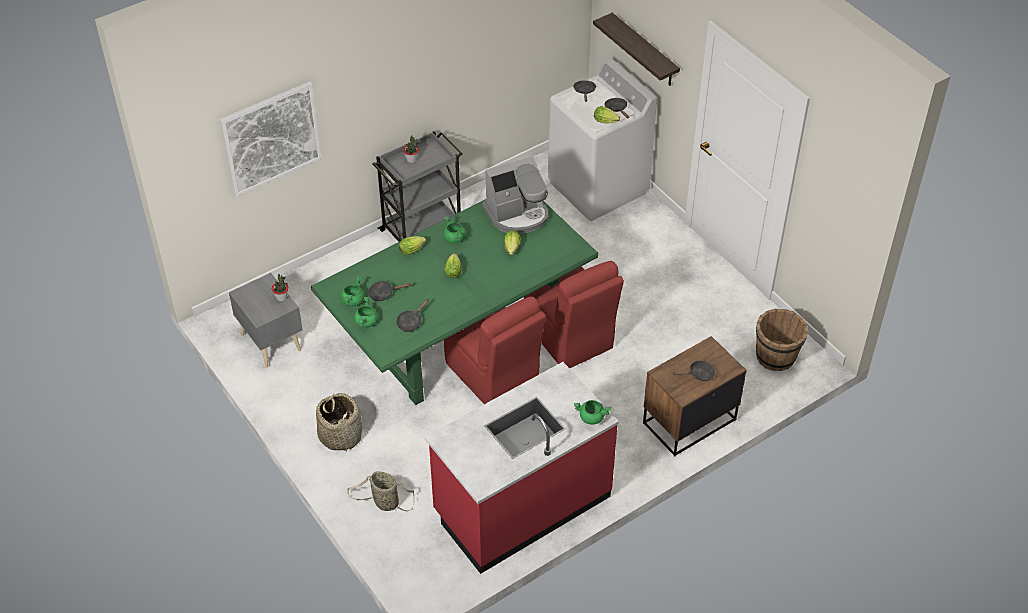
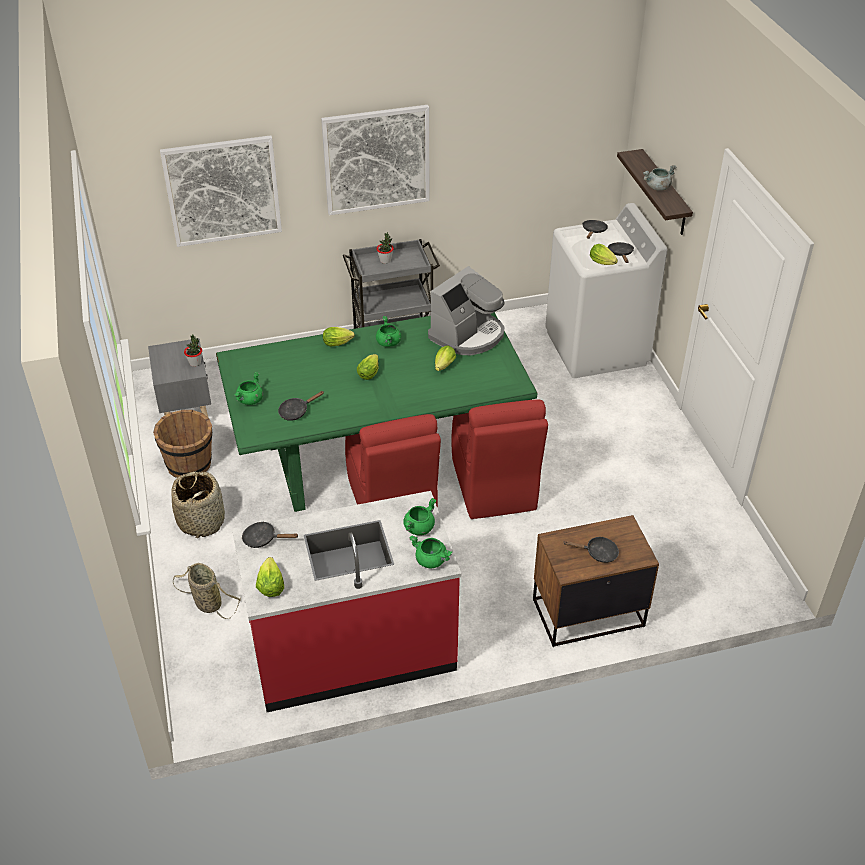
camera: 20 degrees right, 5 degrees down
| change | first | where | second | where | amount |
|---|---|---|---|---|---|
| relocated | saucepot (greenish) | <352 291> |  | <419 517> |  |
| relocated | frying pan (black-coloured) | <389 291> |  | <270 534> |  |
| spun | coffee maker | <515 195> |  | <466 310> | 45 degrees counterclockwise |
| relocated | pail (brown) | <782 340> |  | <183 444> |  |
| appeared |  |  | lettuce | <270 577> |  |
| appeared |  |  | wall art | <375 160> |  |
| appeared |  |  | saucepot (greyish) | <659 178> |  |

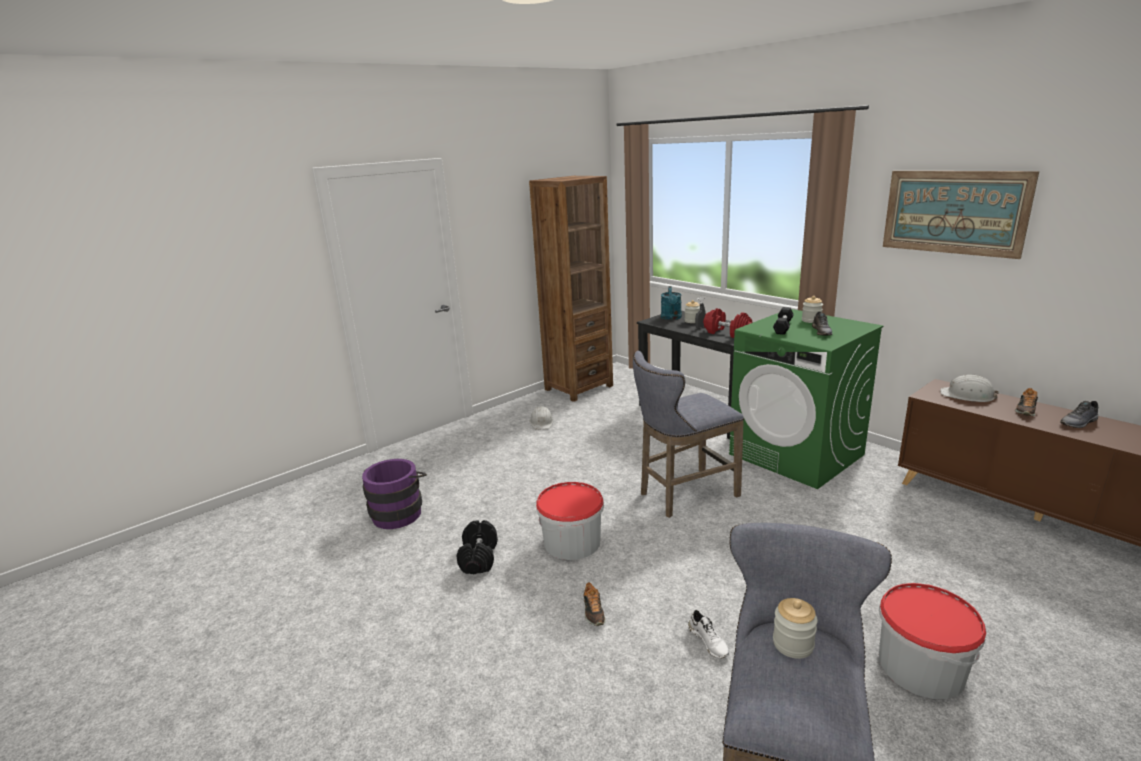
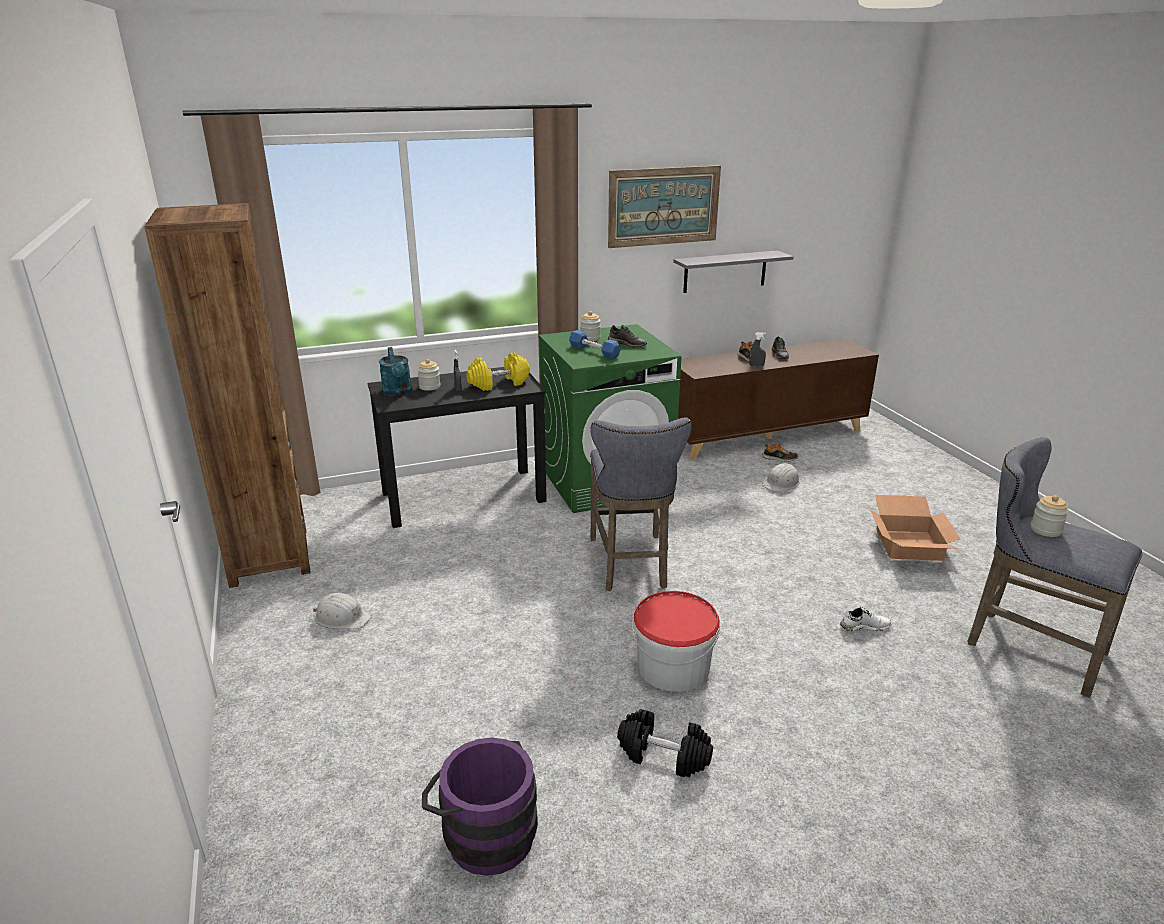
camera: 70 degrees left, 5 degrees up
| change | first | where | second | where | amount |
|---|---|---|---|---|---|
| relocated | low shoe | <594 604> |  | <780 452> |  |
| spun | watering pot (turquoise) | <671 303> |  | <395 371> | 45 degrees clockwise |
| colour | free weight (red) | <728 323> | free weight (yellow) | <498 371> |  |
| colour | free weight (black-coloured) | <783 321> | free weight (bluish) | <595 344> |  |
| exchanged | pail | <932 641> | cardboard box | <915 528> |  |
| relocated | work helmet (white-coloured) | <969 388> |  | <781 477> |  |
| appeared |  |  | shelf (greyish) | <733 271> |  |
| appeared |  |  | sprayer (greyish) | <757 349> |  |

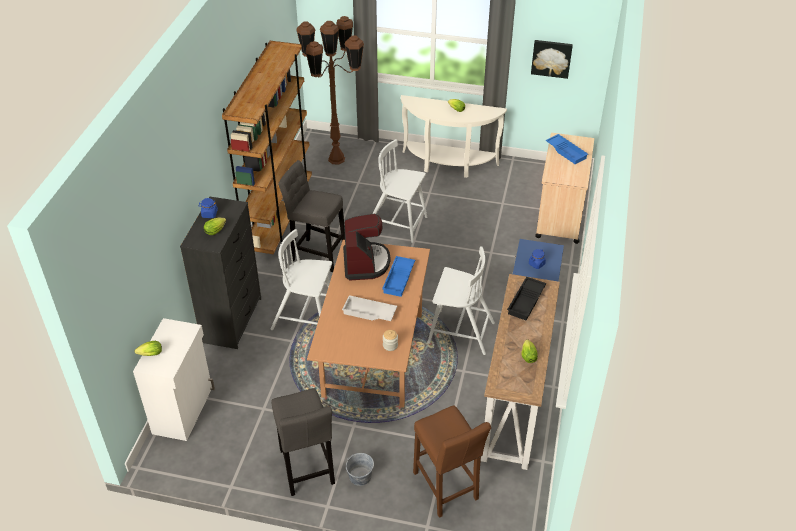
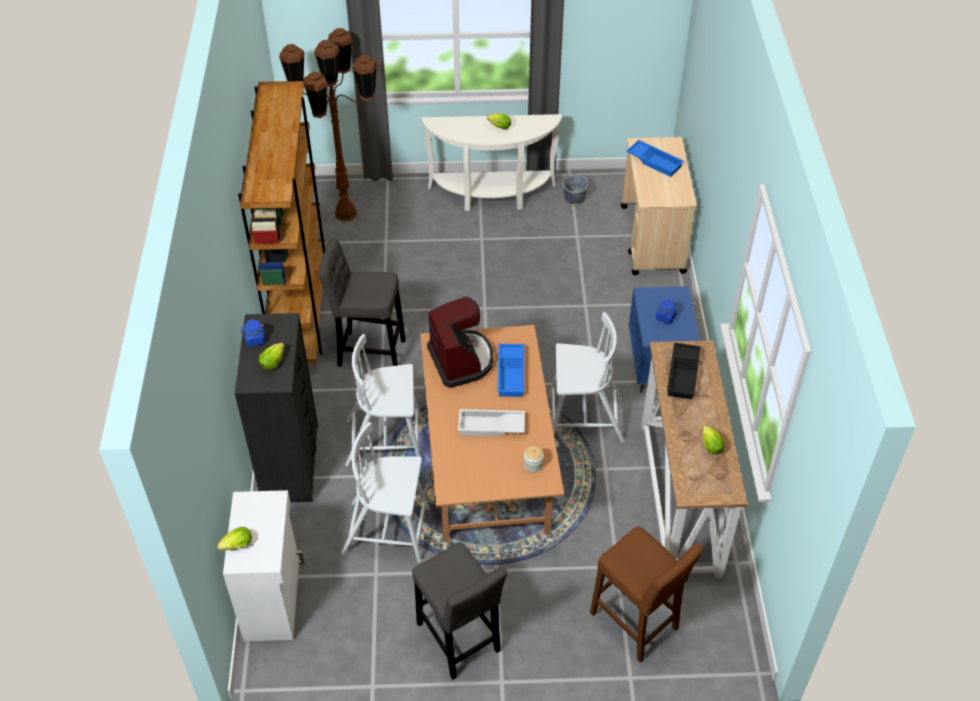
camera: 15 degrees left, 5 degrees up
| change | first | where | second | where | amount |
|---|---|---|---|---|---|
| relocated | pail (greyish) | <360 469> |  | <576 187> |  |
| relocated | plain chair (white-coloured) | <400 191> |  | <385 492> |  |
| missing | wall art | <552 59> |  |  |  |

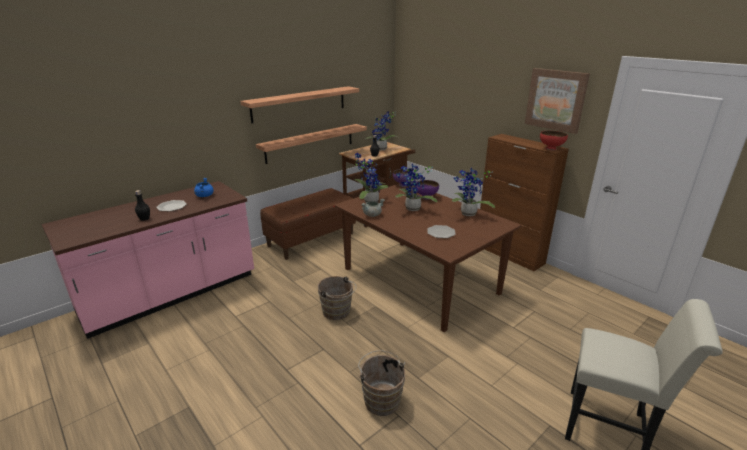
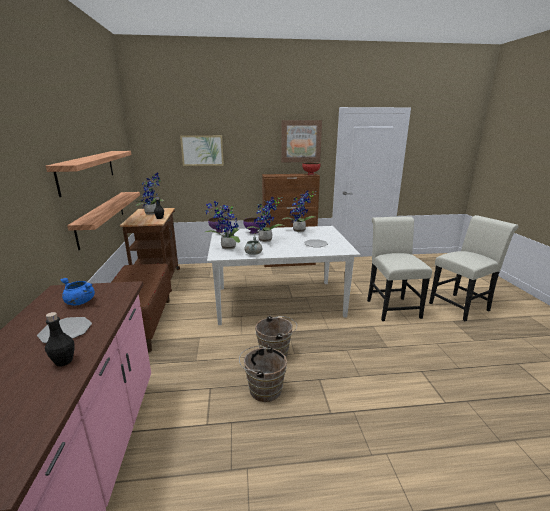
camera: 55 degrees left, 5 degrees down
| change | first | where | second | where | amount |
|---|---|---|---|---|---|
| colour | dinner table (brown) | <428 257> | dinner table (white-coloured) | <283 275> |  |
| relocated | pail (brown) | <381 383> |  | <263 373> |  |
| appeared |  |  | wall art | <202 150> |  |
| appeared |  |  | plain chair (white-coloured) | <399 268> |  |

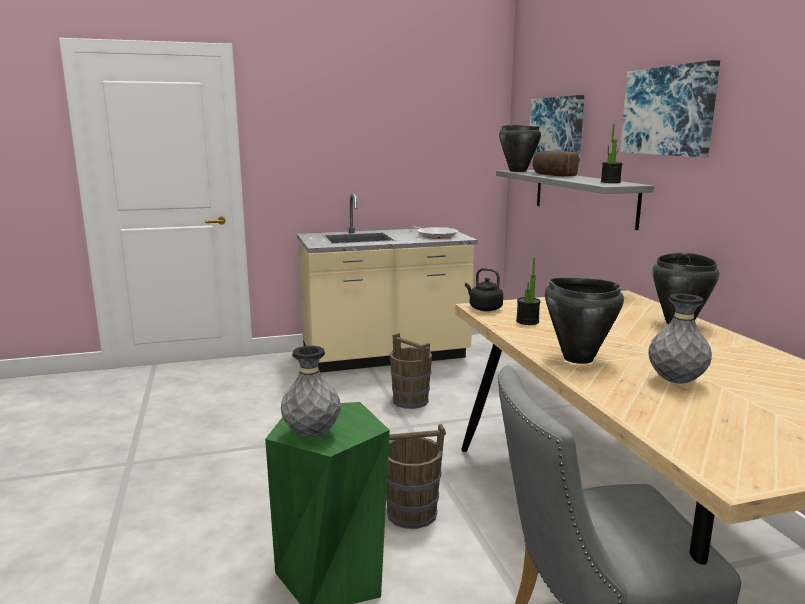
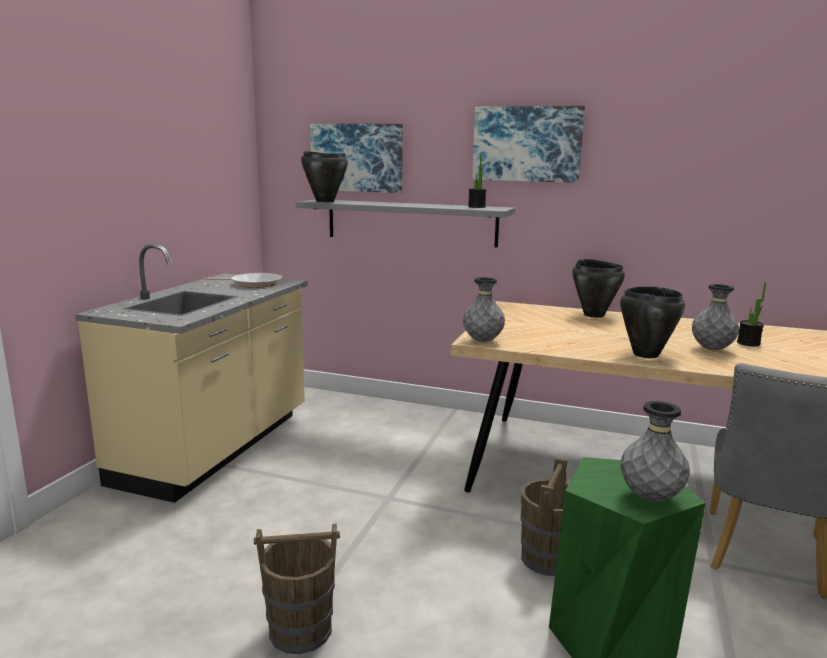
camera: 55 degrees left, 0 degrees up
| change | first | where | second | where | amount |
|---|---|---|---|---|---|
| relocated | pail (brown) | <411 371> |  | <297 589> |  |
| exchanged | water kettle (black-coloured) | <484 289> | flower vase (greyish) | <484 309> |  |
| relocated | houseplant | <528 291> |  | <751 314> |  |
| missing | baked bread | <556 163> |  |  |  |

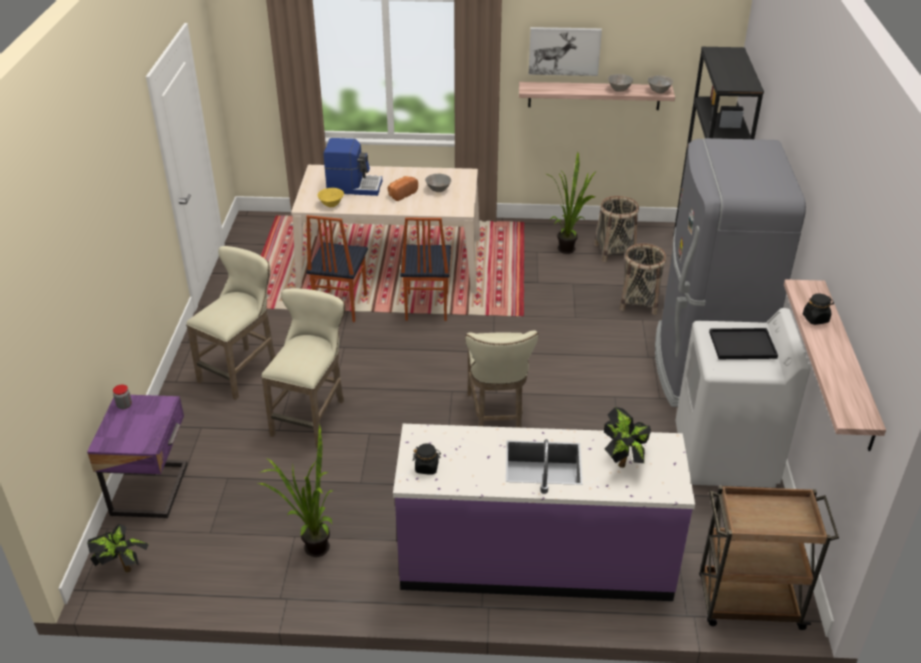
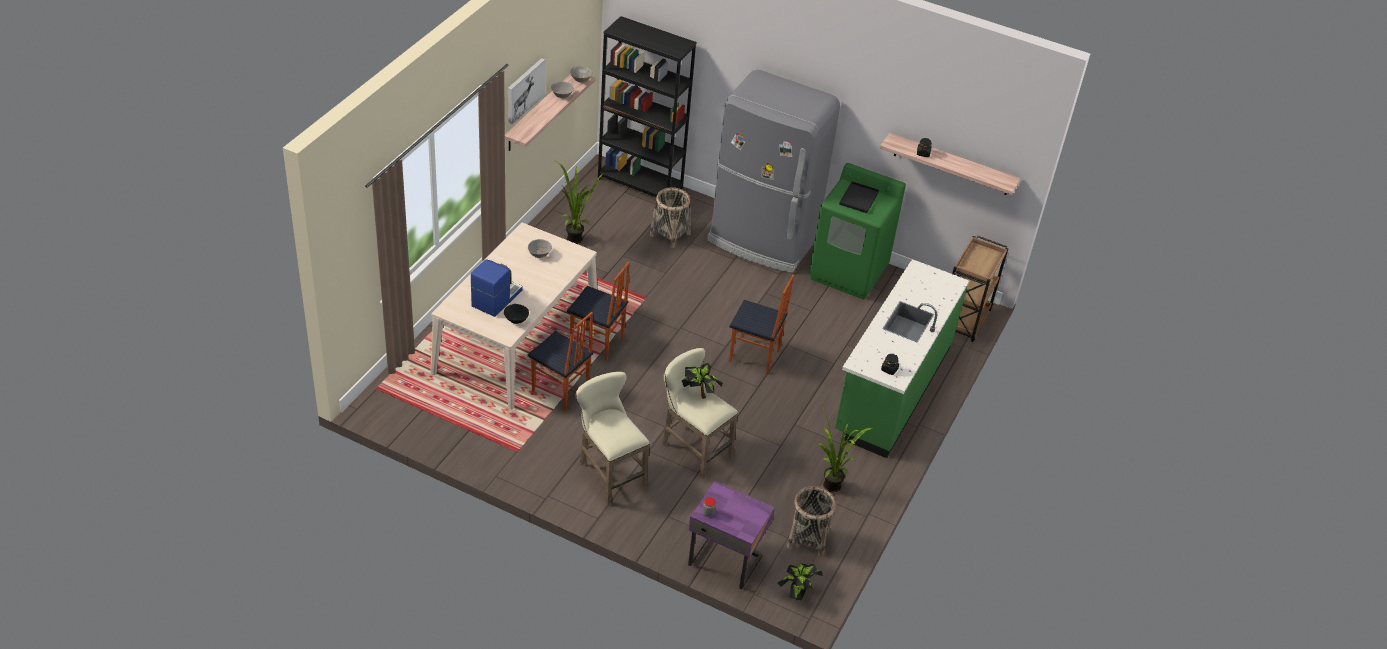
camera: 70 degrees left, 5 degrees up
| change | first | where | second | where | amount |
|---|---|---|---|---|---|
| colour | serving bowl (yellow) | <330 197> | serving bowl (black-coloured) | <516 314> |  |
| missing | baked bread | <403 188> |  |  |  |
| colour | kitchen base unit (purple-coloured) | <544 512> | kitchen base unit (greenish) | <902 358> |  |
| exchanged | sitting stool (beige-coloured) | <501 379> | plain chair | <761 324> |  |
| relocated | basket | <616 229> |  | <811 521> |  |
| relocated | houseplant | <627 437> |  | <702 381> |  |
| colour | laundry machine (white-coloured) | <743 398> | laundry machine (greenish) | <857 231> |  |

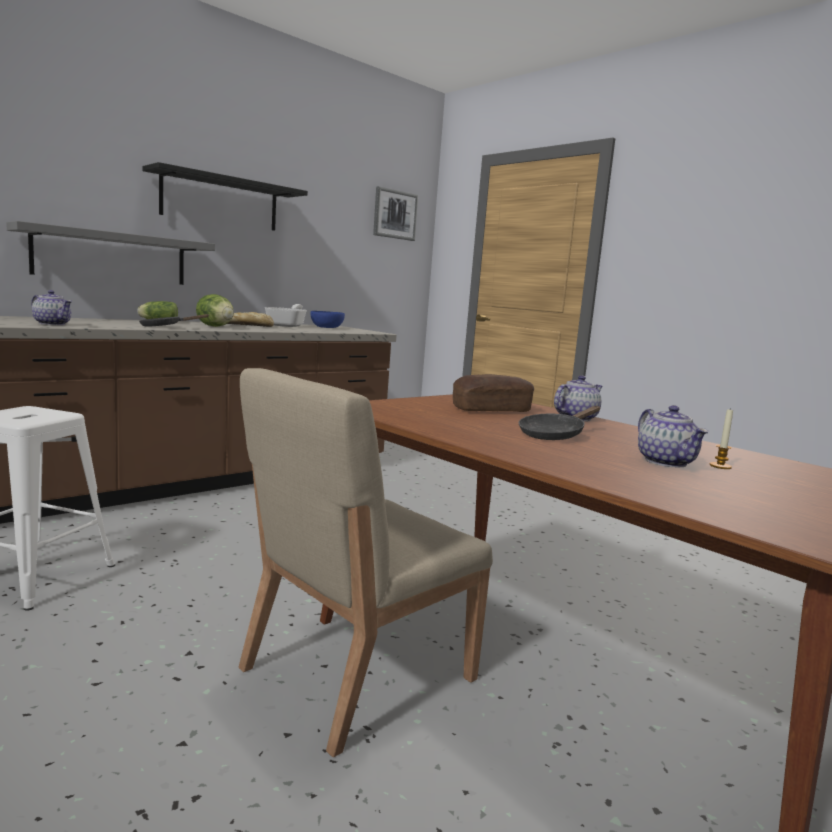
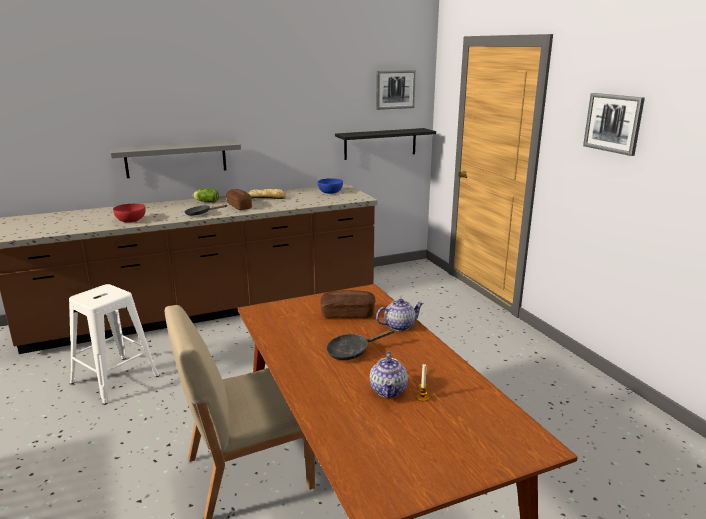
camera: 20 degrees right, 10 degrees up
| change | first | where | second | where | amount |
|---|---|---|---|---|---|
| exchanged | teapot | <51 307> | serving bowl (red) | <129 213> |  |
| relocated | shelf (black-coloured) | <225 196> |  | <385 144> |  |
| exchanged | lettuce | <215 310> | baked bread | <239 199> |  |
| missing | frying pan | <286 315> |  |  |  |
| appeared |  |  | wall art | <614 124> |  |

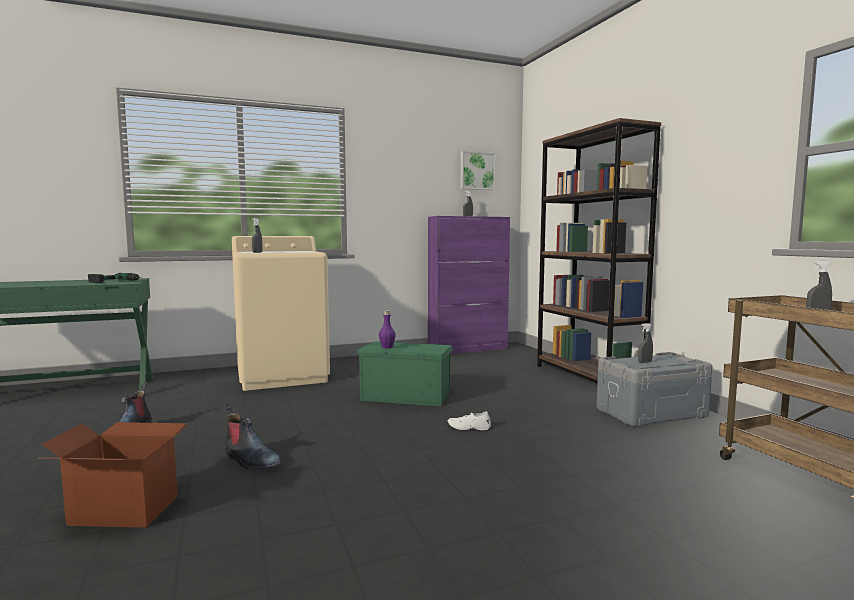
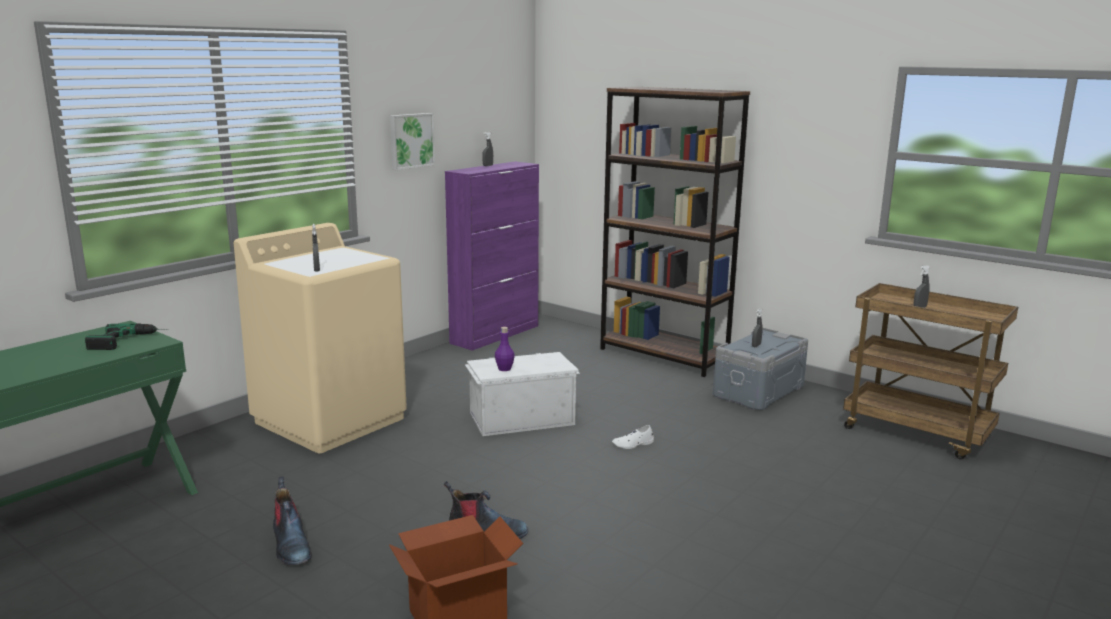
camera: 30 degrees left, 10 degrees up
| change | first | where | second | where | amount |
|---|---|---|---|---|---|
| colour | storage box (greenish) | <405 374> | storage box (white-coloured) | <522 394> |  |
| relocated | wall art | <478 170> |  | <412 141> |  |

